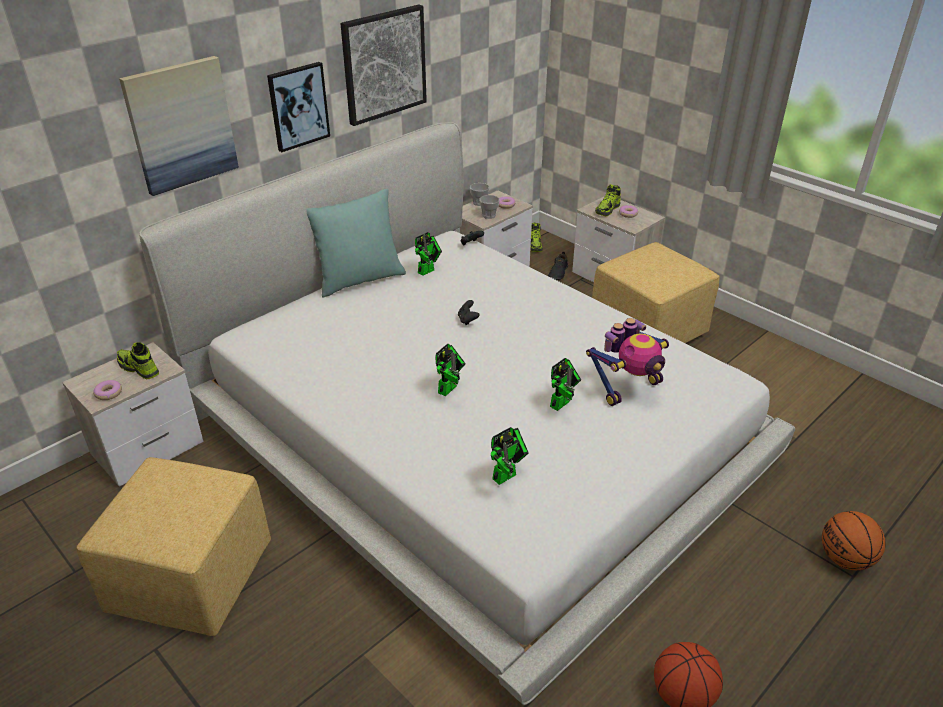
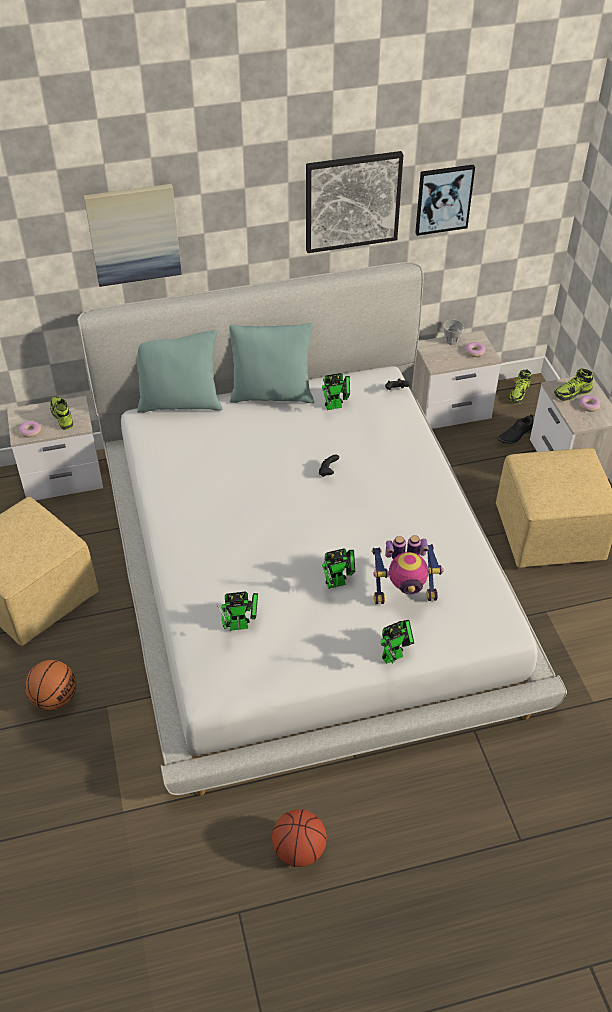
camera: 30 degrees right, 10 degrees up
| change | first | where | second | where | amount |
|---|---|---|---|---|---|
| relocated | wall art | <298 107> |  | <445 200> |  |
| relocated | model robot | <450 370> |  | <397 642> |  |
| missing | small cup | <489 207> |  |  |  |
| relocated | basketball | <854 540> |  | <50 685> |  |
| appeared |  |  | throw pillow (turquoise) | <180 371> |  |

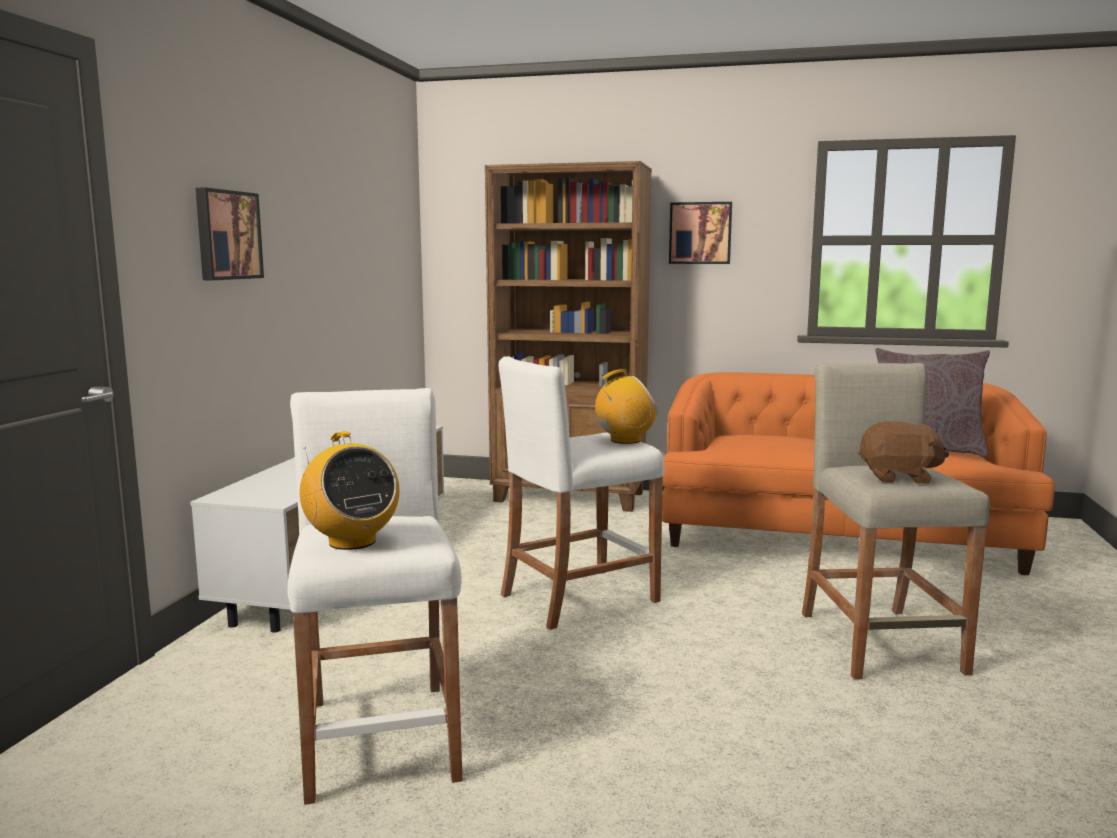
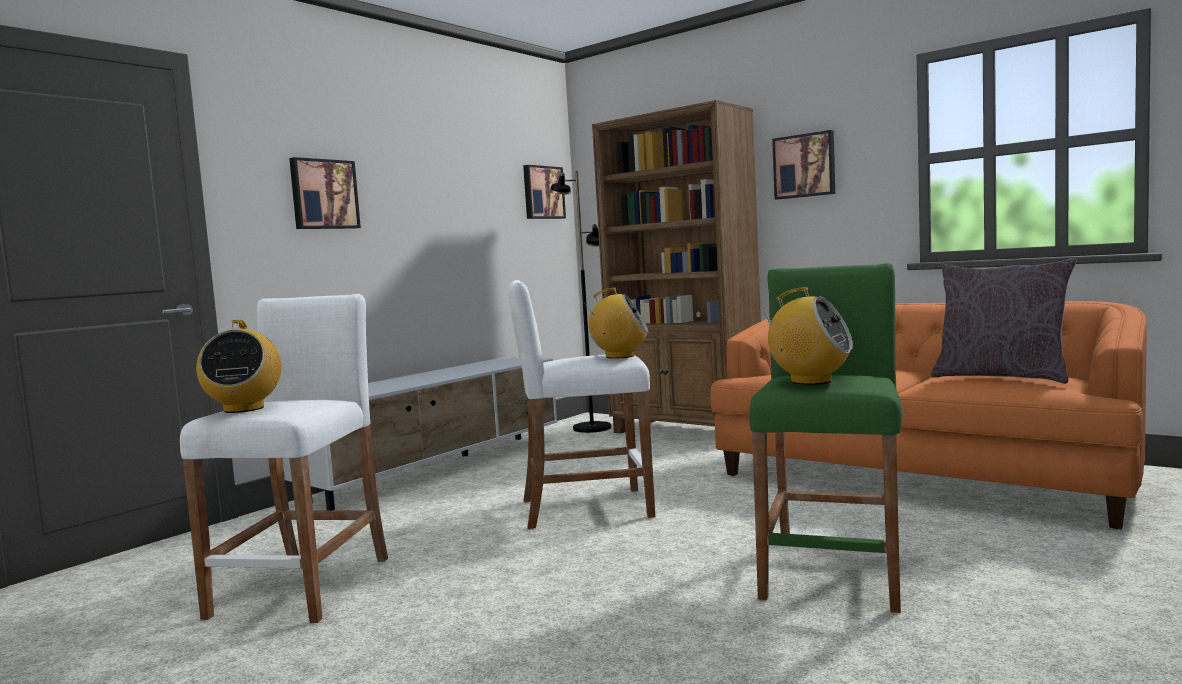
camera: 25 degrees right, 5 degrees down
| change | first | where | second | where | amount |
|---|---|---|---|---|---|
| colour | sitting stool (beige-coloured) | <896 521> | sitting stool (greenish) | <825 438> |  |
| exchanged | plush toy (brown) | <903 452> | radio set | <806 336> |  |
| appeared |  |  | wall art | <544 192> |  |
| appeared |  |  | standard lamp (black-coloured) | <580 302> |  |

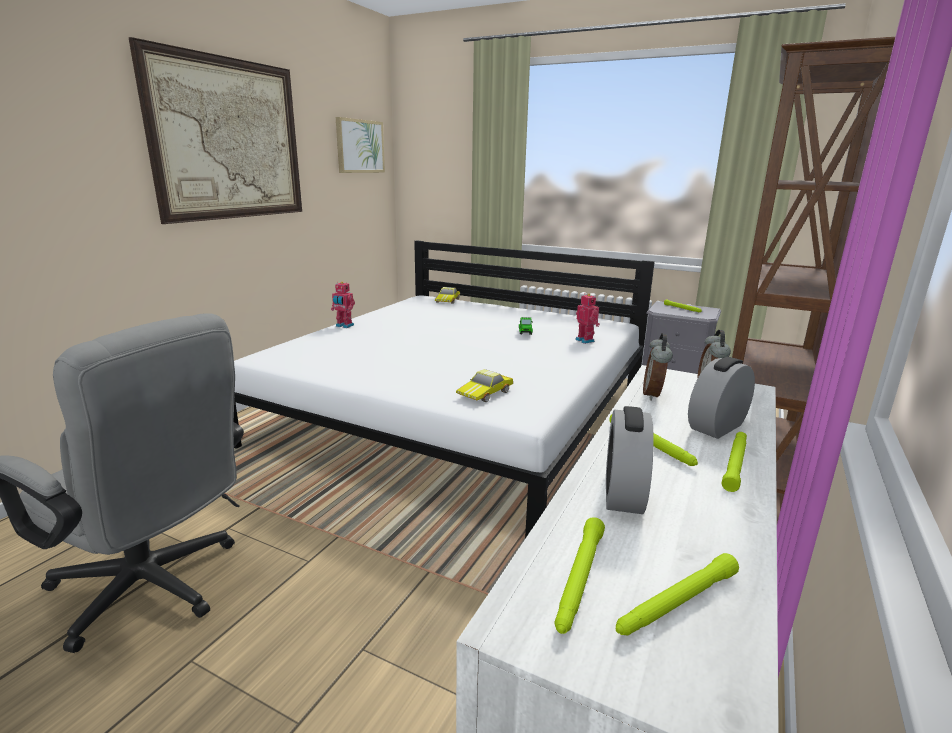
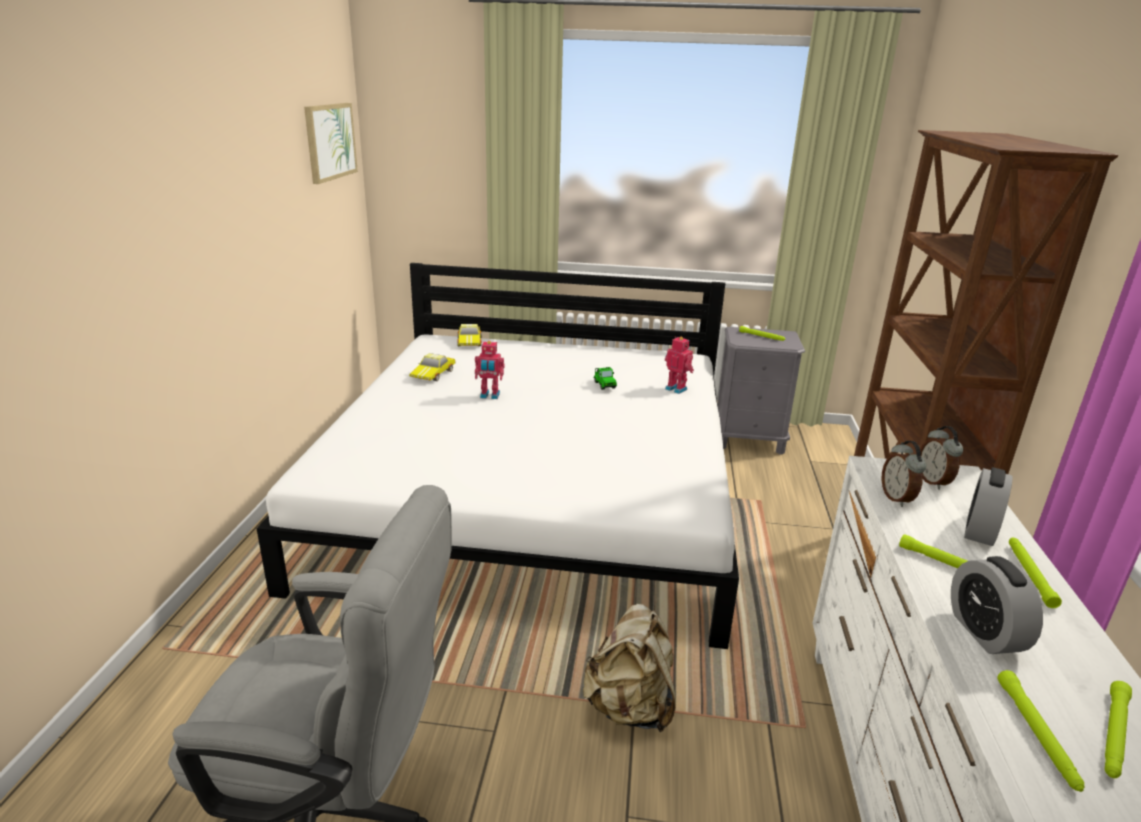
camera: 20 degrees left, 5 degrees up
| change | first | where | second | where | amount |
|---|---|---|---|---|---|
| missing | wall art | <215 130> |  |  |  |
| relocated | model robot | <343 304> |  | <490 370> |  |
| relocated | toy car | <484 385> |  | <432 367> |  |
| appeared |  |  | knapsack (beige-coloured) | <629 668> |  |

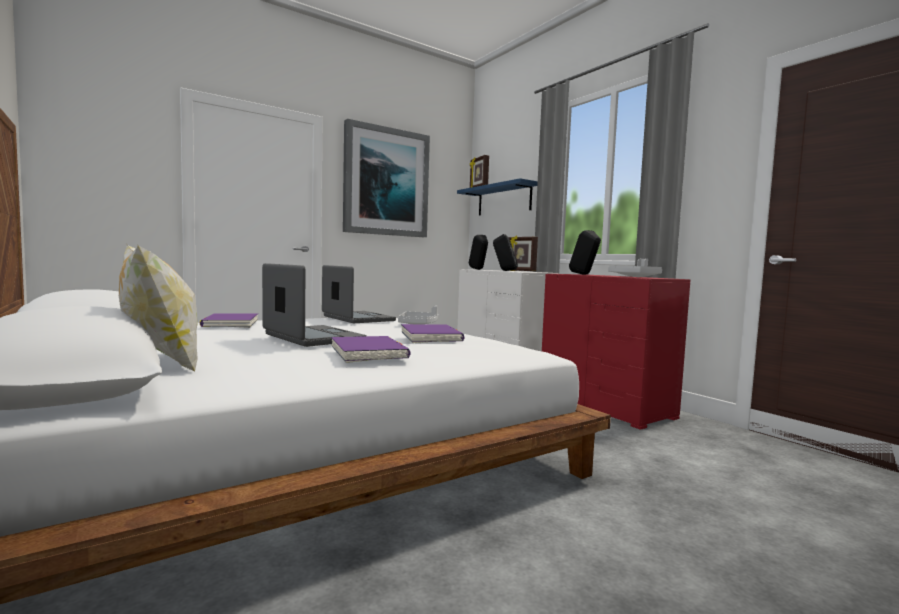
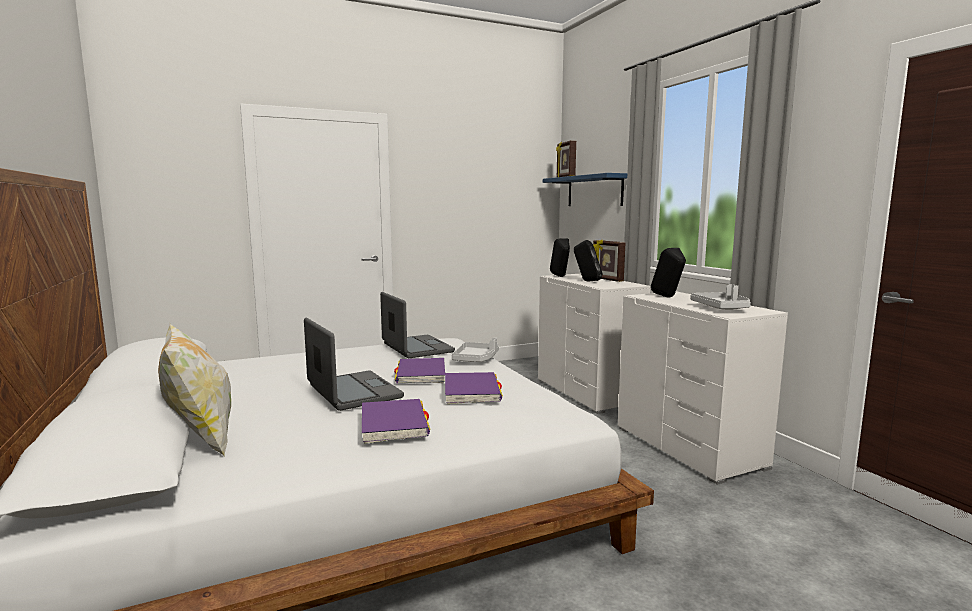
camera: 10 degrees right, 5 degrees up
| change | first | where | second | where | amount |
|---|---|---|---|---|---|
| relocated | volume (purple-coloured) | <229 320> |  | <419 370> |  |
| missing | wall art | <386 178> |  |  |  |
| colour | dresser (red) | <616 352> | dresser (white-coloured) | <703 388> |  |

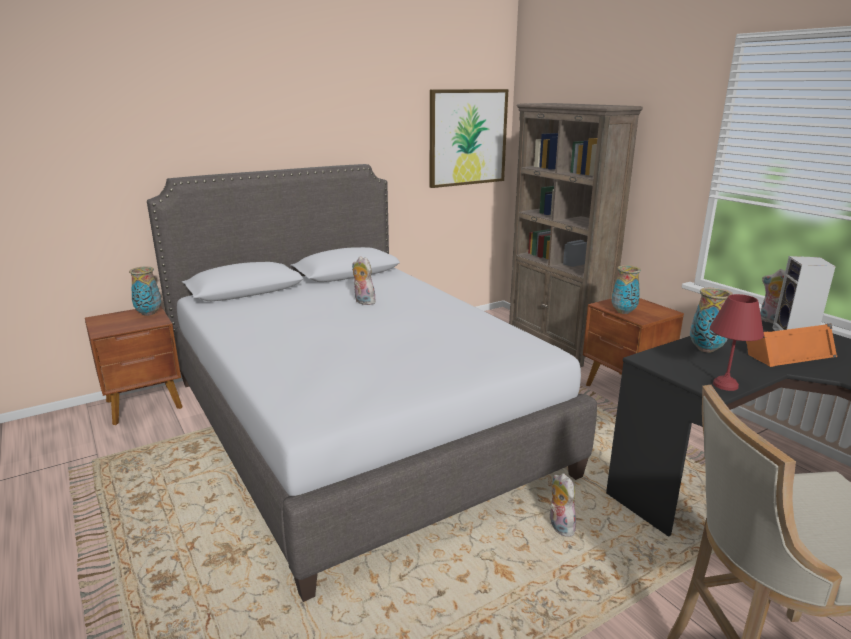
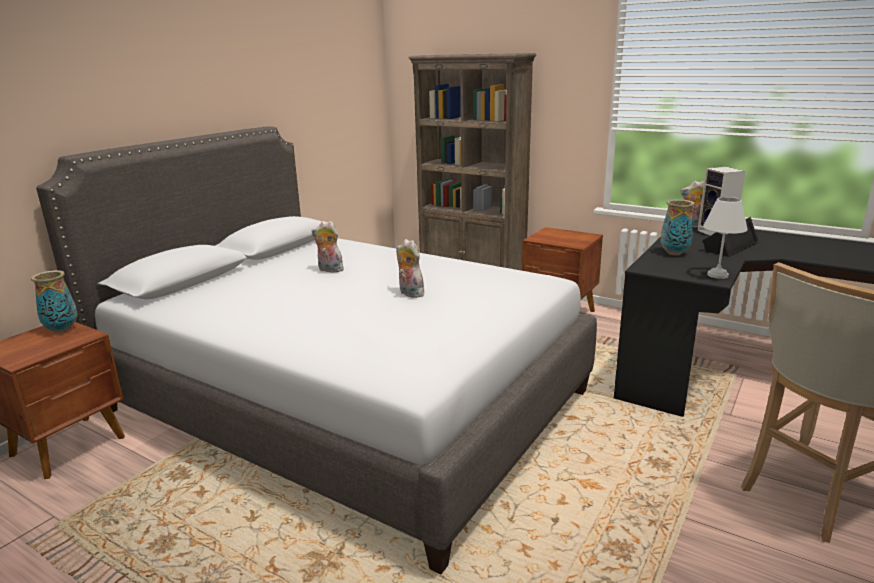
camera: 25 degrees left, 0 degrees up
| change | first | where | second | where | amount |
|---|---|---|---|---|---|
| missing | wall art | <469 138> |  |  |  |
| relocated | plush toy | <563 505> |  | <410 268> |  |
| missing | flower vase | <626 289> |  |  |  |
| colour | lamp for a table (red) | <737 342> | lamp for a table (white-coloured) | <725 238> |  |
| colour | loudspeaker (orangey) | <791 345> | loudspeaker (black-coloured) | <730 237> |  |

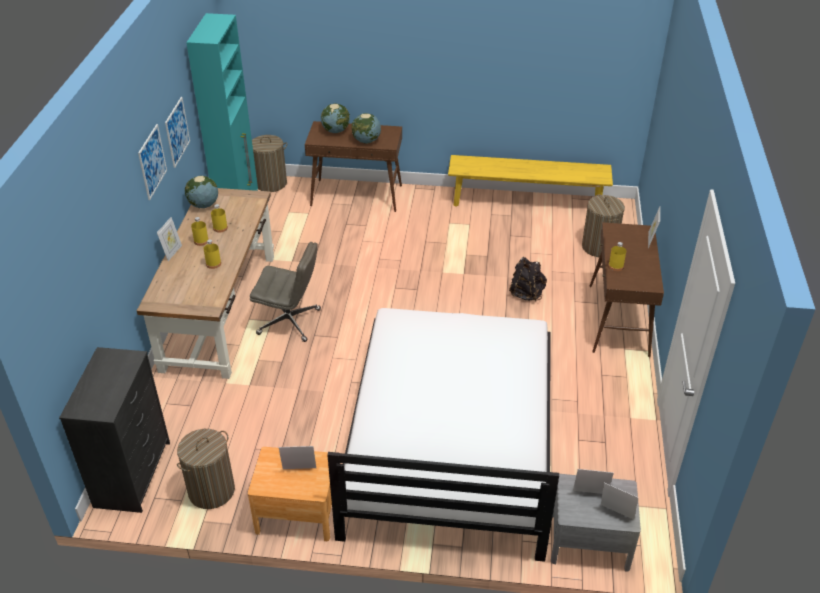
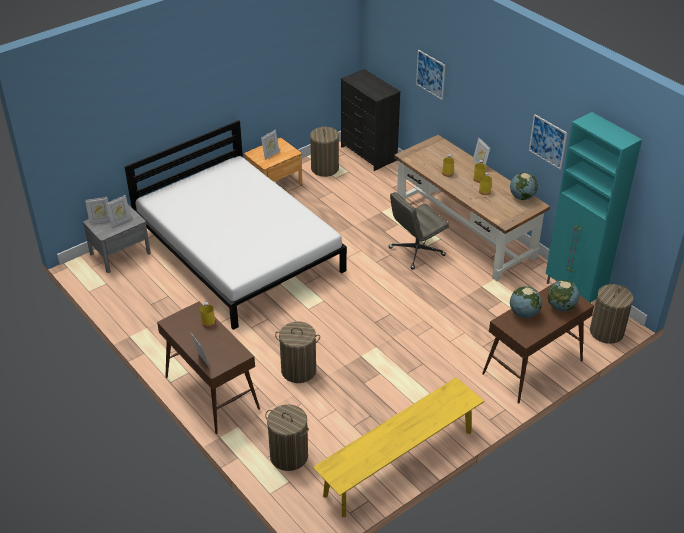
camera: 135 degrees right, 0 degrees up
| change | first | where | second | where | amount |
|---|---|---|---|---|---|
| relocated | wall art | <152 162> |  | <430 75> |  |
| exchanged | knapsack (black-coloured) | <528 279> | laundry basket | <297 352> |  |

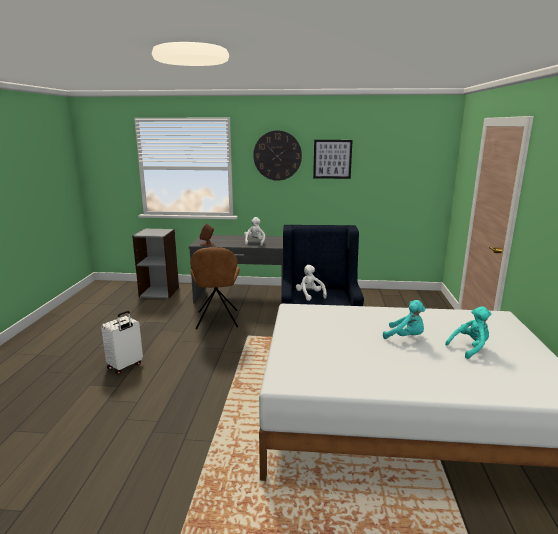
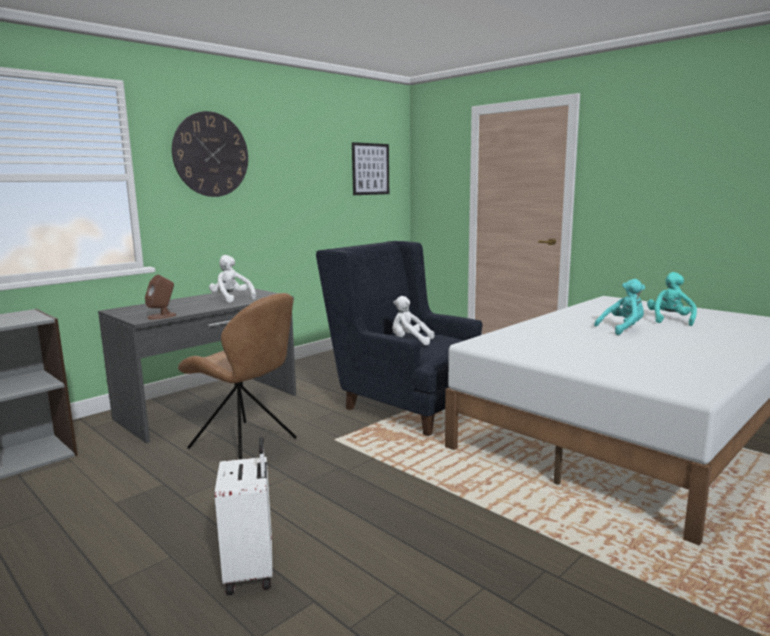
camera: 50 degrees left, 5 degrees down
| change | first | where | second | where | amount |
|---|---|---|---|---|---|
| relocated | wall art | <333 159> |  | <370 168> |  |

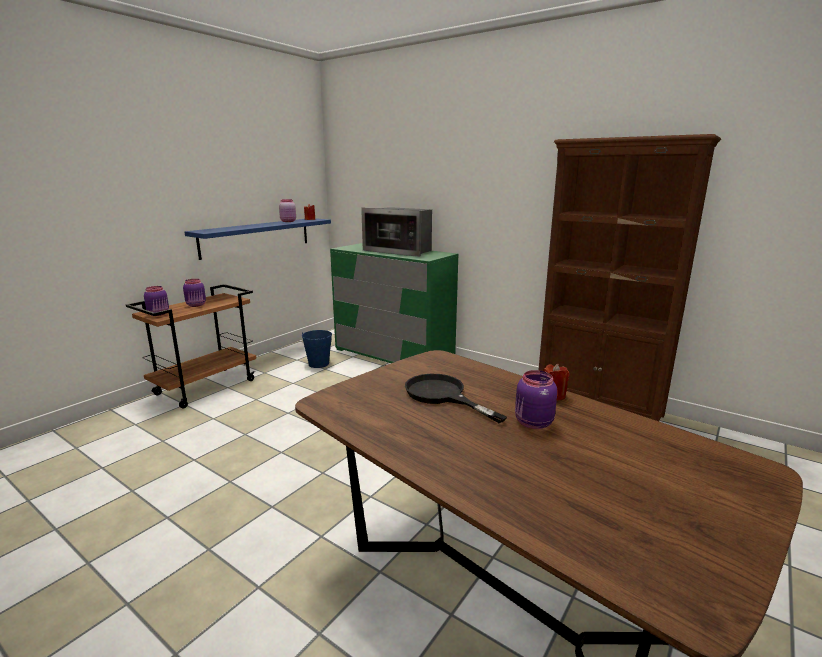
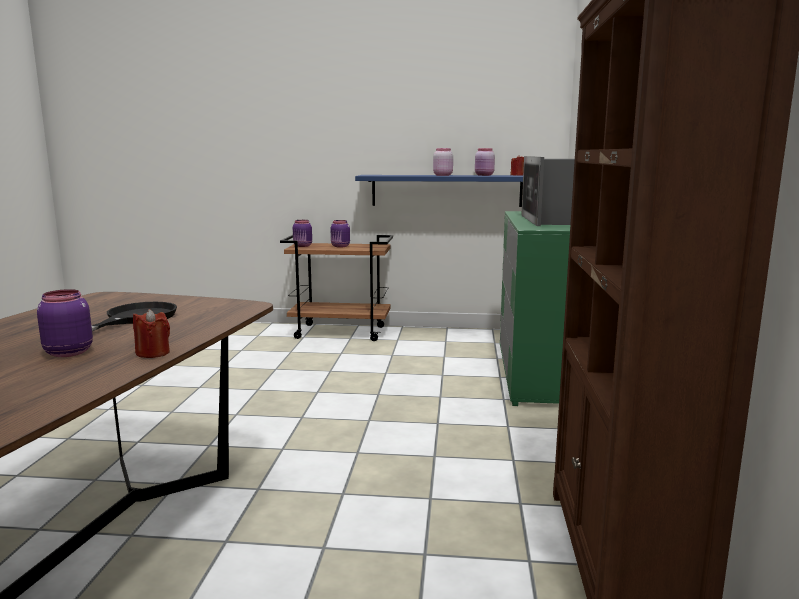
camera: 60 degrees right, 5 degrees down
| change | first | where | second | where | amount |
|---|---|---|---|---|---|
| missing | pail (bluish) | <317 349> |  |  |  |
| appeared |  |  | jar (pink-coloured) | <443 162> |  |

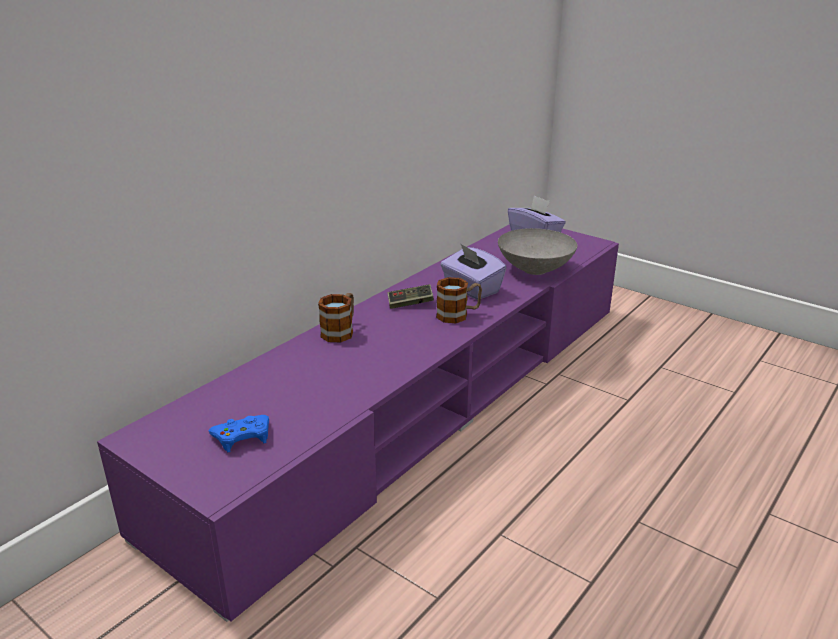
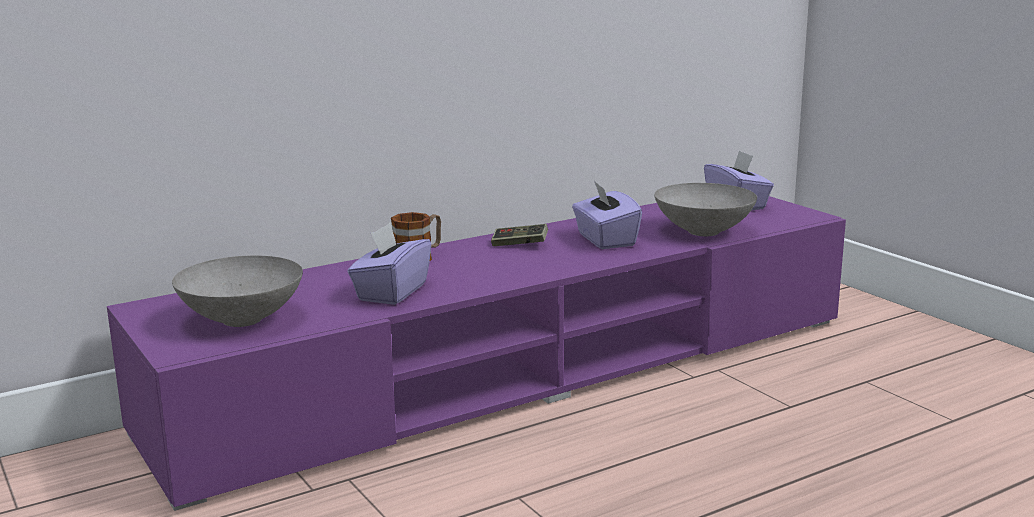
camera: 20 degrees right, 10 degrees down
| change | first | where | second | where | amount |
|---|---|---|---|---|---|
| exchanged | game controller (bluish) | <239 433> | serving bowl (greyish) | <237 291> |  |
| missing | coffee mug | <459 300> |  |  |  |
| appeared |  |  | tissue holder (purple-coloured) | <389 264> |  |

